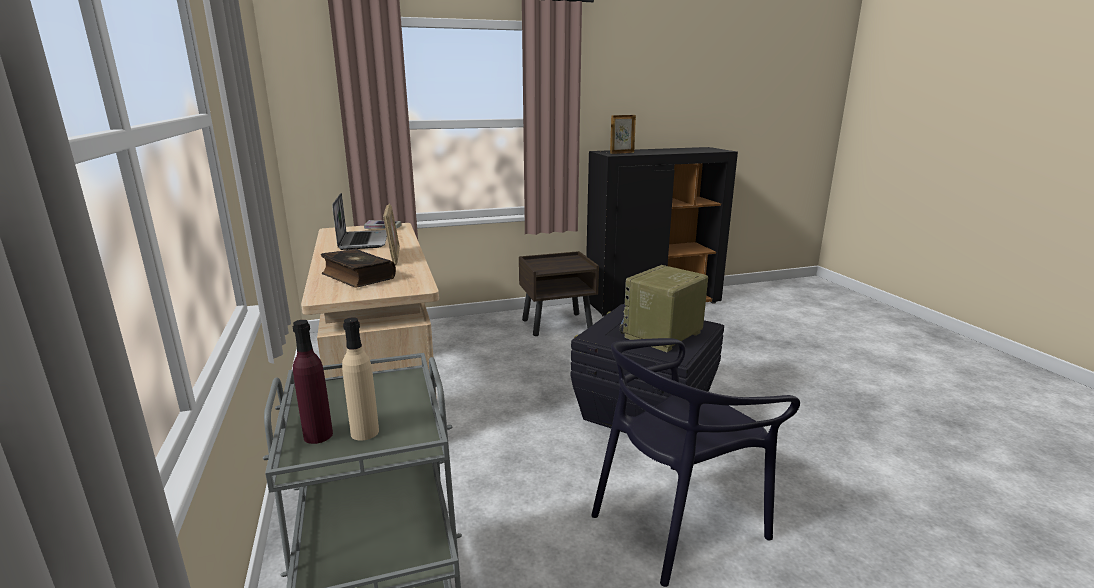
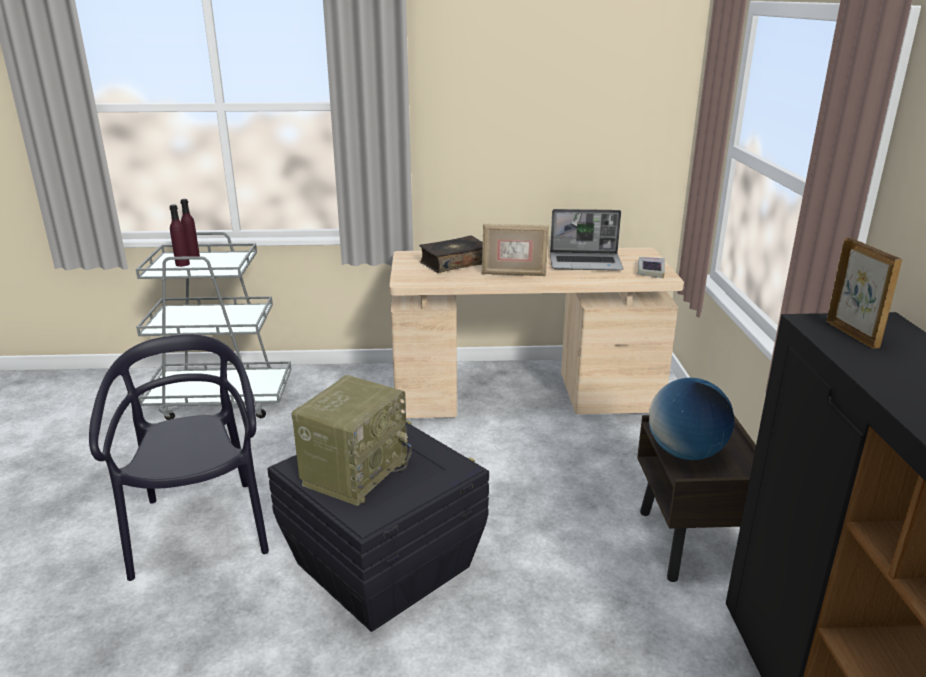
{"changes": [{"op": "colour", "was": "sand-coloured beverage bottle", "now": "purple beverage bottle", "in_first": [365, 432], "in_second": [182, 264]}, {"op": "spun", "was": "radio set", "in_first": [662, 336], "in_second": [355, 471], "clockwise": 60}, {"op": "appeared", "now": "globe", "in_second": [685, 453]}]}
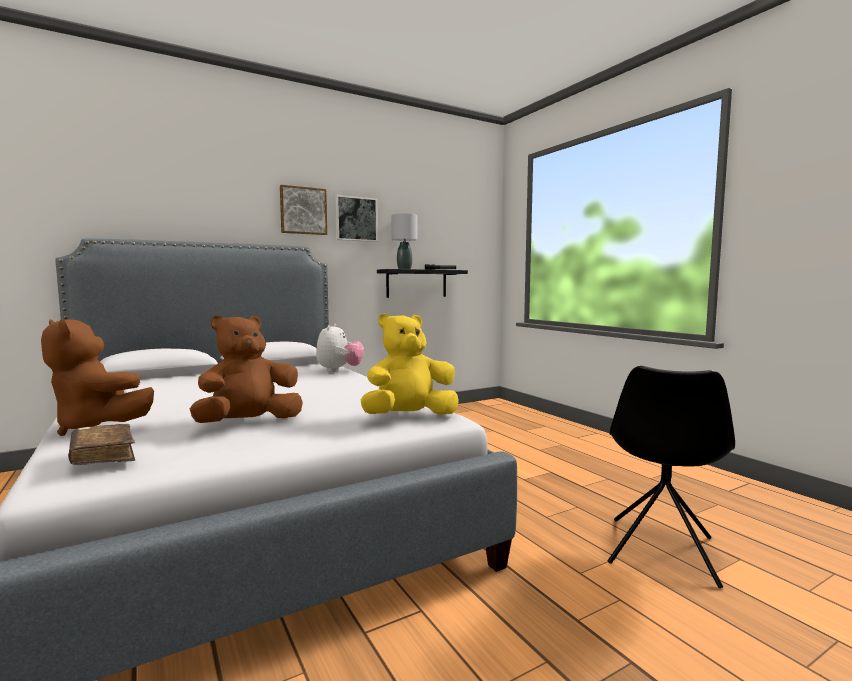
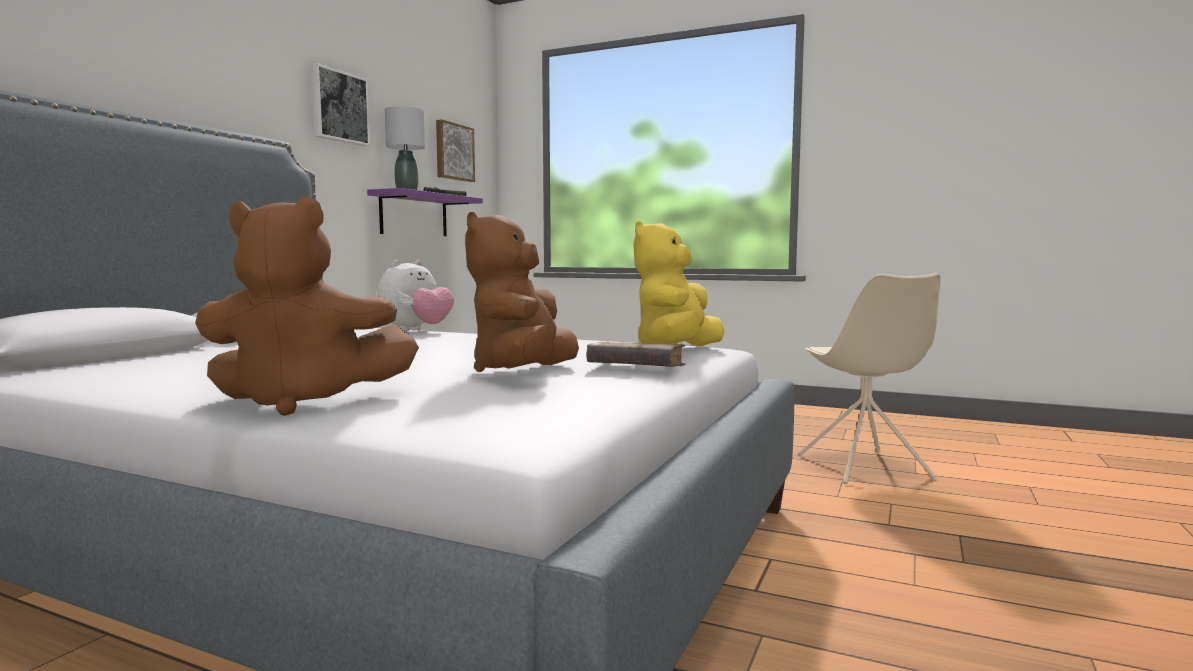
{"changes": [{"op": "colour", "was": "blackish bracket shelf", "now": "purple bracket shelf", "in_first": [416, 283], "in_second": [414, 215]}, {"op": "spun", "was": "plush toy", "in_first": [339, 370], "in_second": [416, 331], "clockwise": 60}, {"op": "relocated", "was": "wall picture", "in_first": [303, 211], "in_second": [453, 152]}, {"op": "relocated", "was": "brown-coloured book", "in_first": [103, 455], "in_second": [636, 368]}, {"op": "colour", "was": "blackish plain chair", "now": "sand-coloured plain chair", "in_first": [661, 551], "in_second": [864, 467]}]}
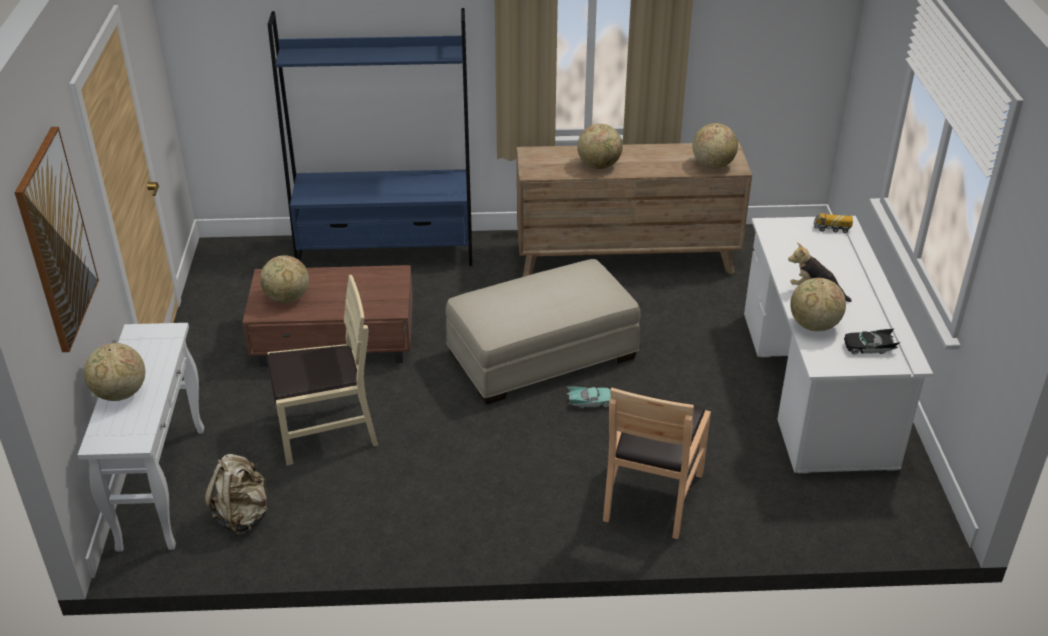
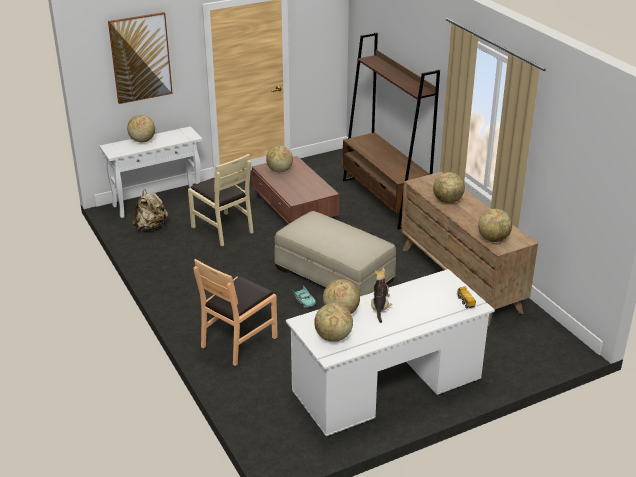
{"changes": [{"op": "spun", "was": "brown-coloured plain chair", "in_first": [651, 495], "in_second": [238, 341], "clockwise": -45}, {"op": "exchanged", "was": "blackish toy car", "now": "globe", "in_first": [869, 348], "in_second": [333, 337]}, {"op": "colour", "was": "bluish bookshelf", "now": "brown-coloured bookshelf", "in_first": [386, 252], "in_second": [384, 200]}]}
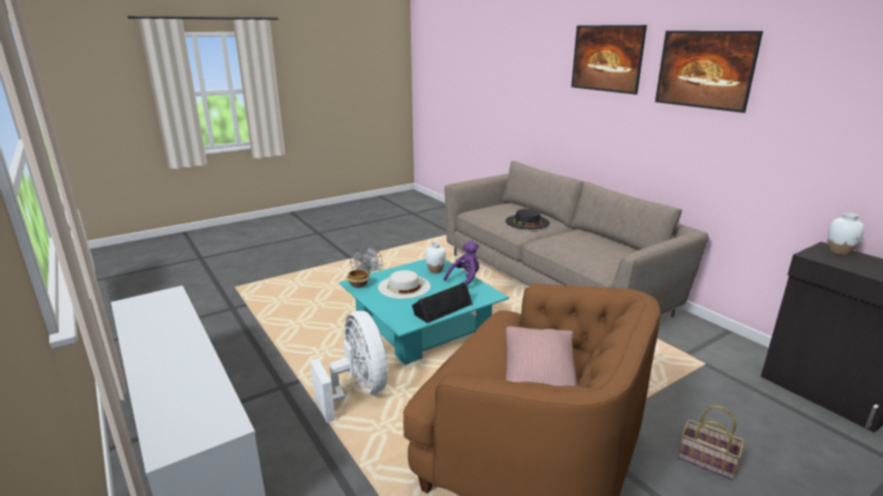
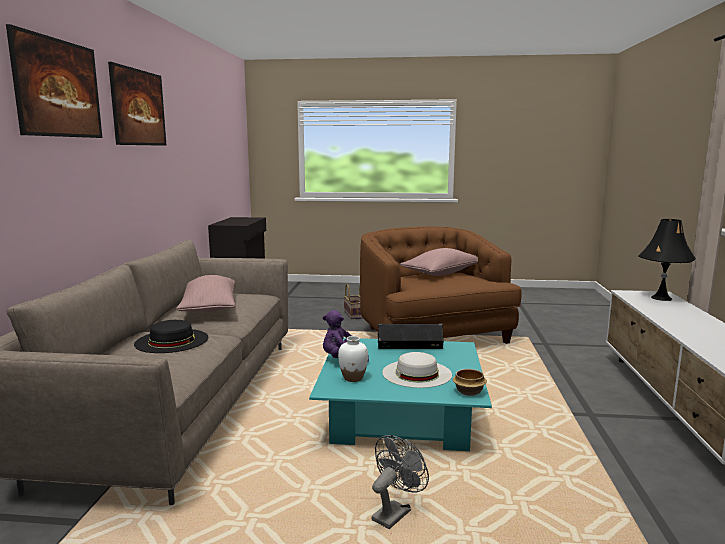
{"changes": [{"op": "appeared", "now": "pink pillow", "in_second": [209, 308]}, {"op": "appeared", "now": "blackish lamp for a table", "in_second": [661, 298]}, {"op": "missing", "was": "white-coloured cooling fan", "in_first": [358, 391]}, {"op": "missing", "was": "white-coloured vase", "in_first": [839, 252]}]}
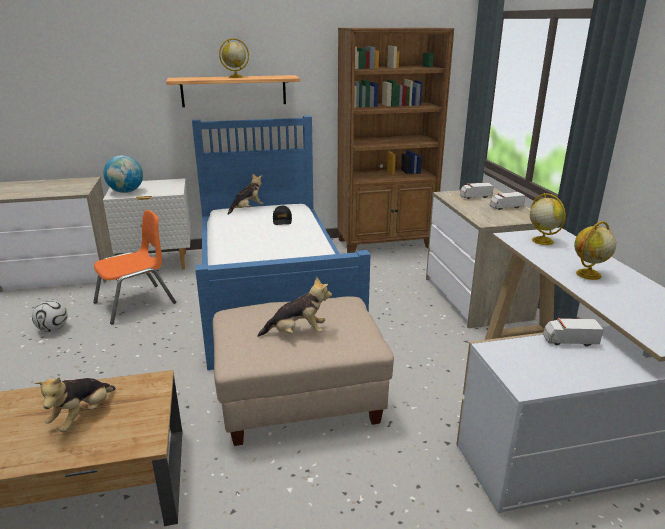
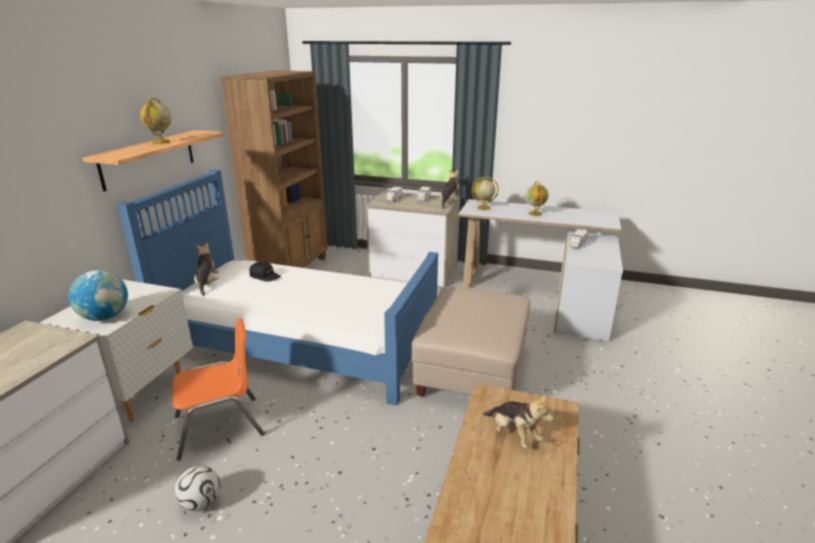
{"changes": [{"op": "spun", "was": "orange-coloured plain chair", "in_first": [136, 303], "in_second": [219, 426], "clockwise": 75}, {"op": "relocated", "was": "plush toy", "in_first": [297, 333], "in_second": [449, 202]}]}
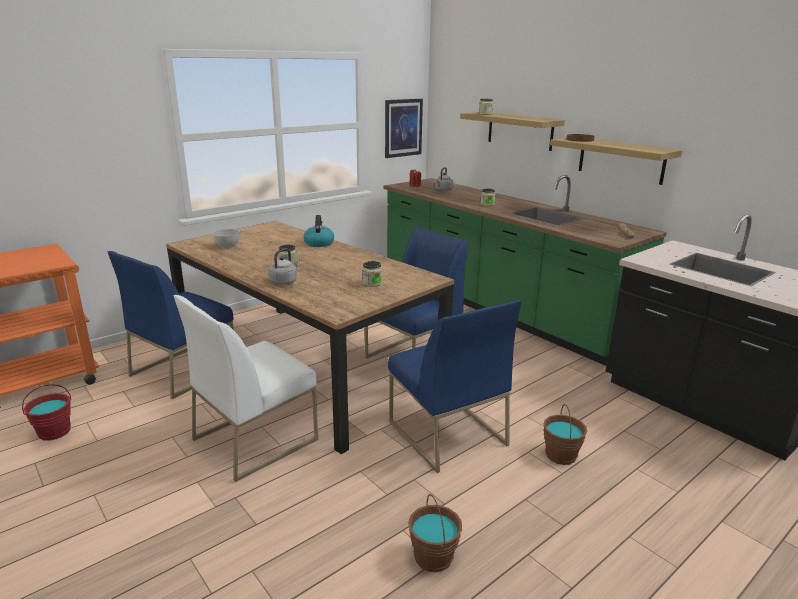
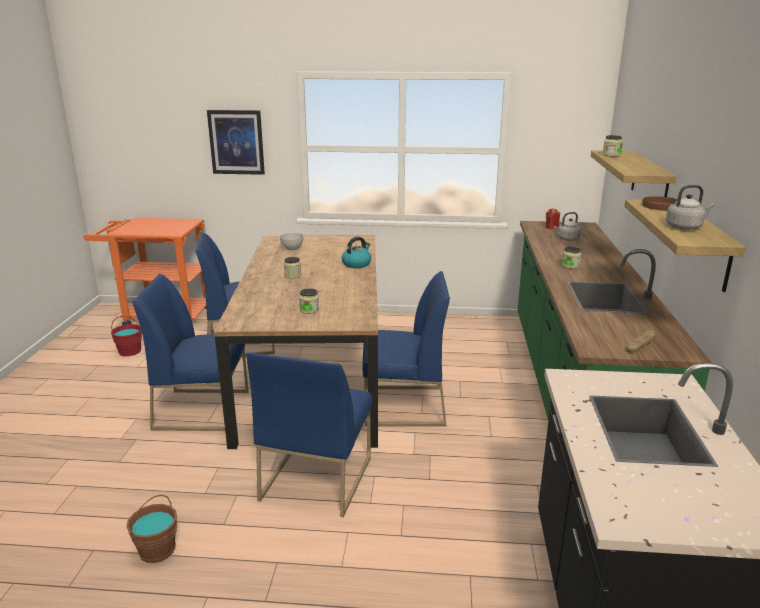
{"changes": [{"op": "colour", "was": "white-coloured plain chair", "now": "bluish plain chair", "in_first": [255, 438], "in_second": [203, 409]}, {"op": "relocated", "was": "wall picture", "in_first": [403, 128], "in_second": [236, 142]}, {"op": "relocated", "was": "grey water kettle", "in_first": [284, 281], "in_second": [685, 227]}, {"op": "missing", "was": "brown-coloured pail", "in_first": [561, 455]}]}
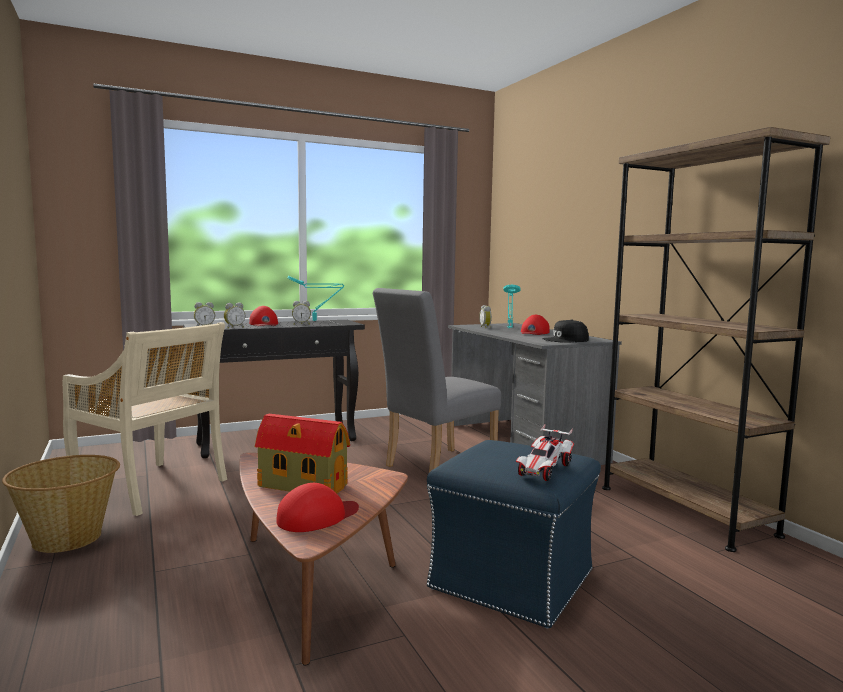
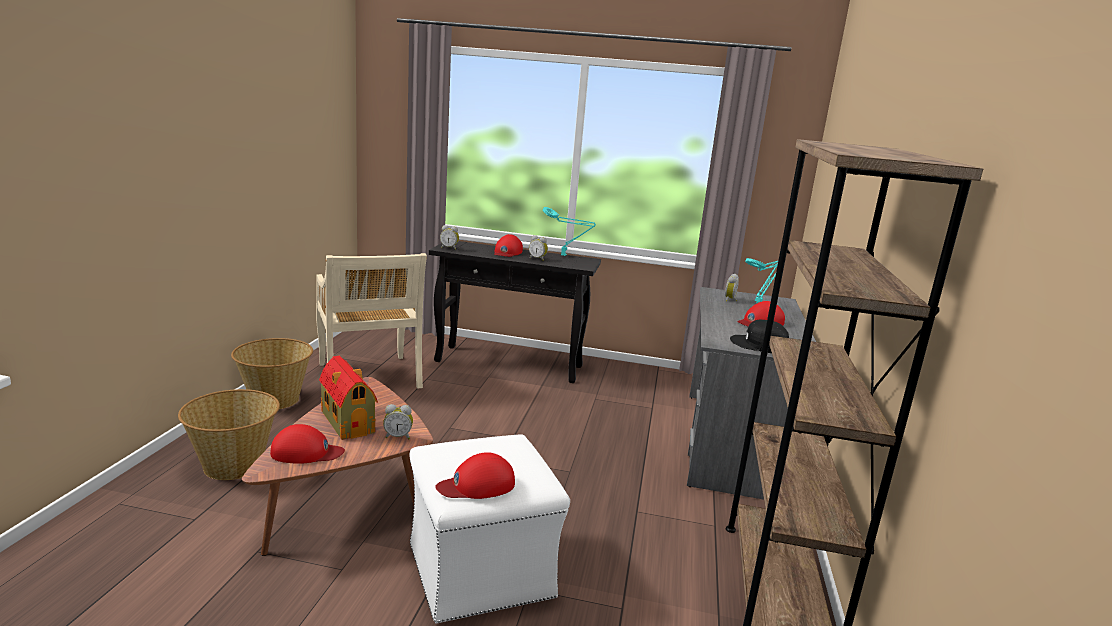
{"changes": [{"op": "appeared", "now": "household basket", "in_second": [234, 466]}, {"op": "relocated", "was": "bedside clock", "in_first": [234, 327], "in_second": [398, 436]}, {"op": "colour", "was": "bluish footrest", "now": "white-coloured footrest", "in_first": [513, 580], "in_second": [481, 571]}, {"op": "exchanged", "was": "toy car", "now": "red-coloured cap", "in_first": [544, 470], "in_second": [477, 485]}, {"op": "missing", "was": "grey plain chair", "in_first": [434, 467]}]}
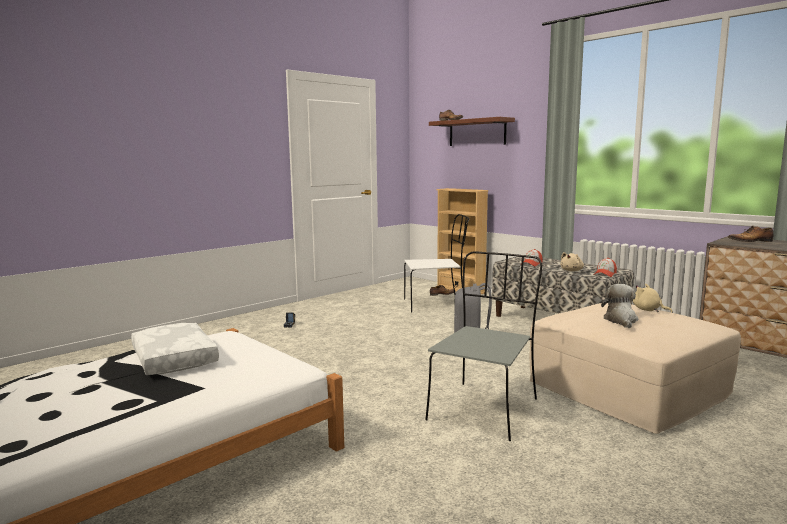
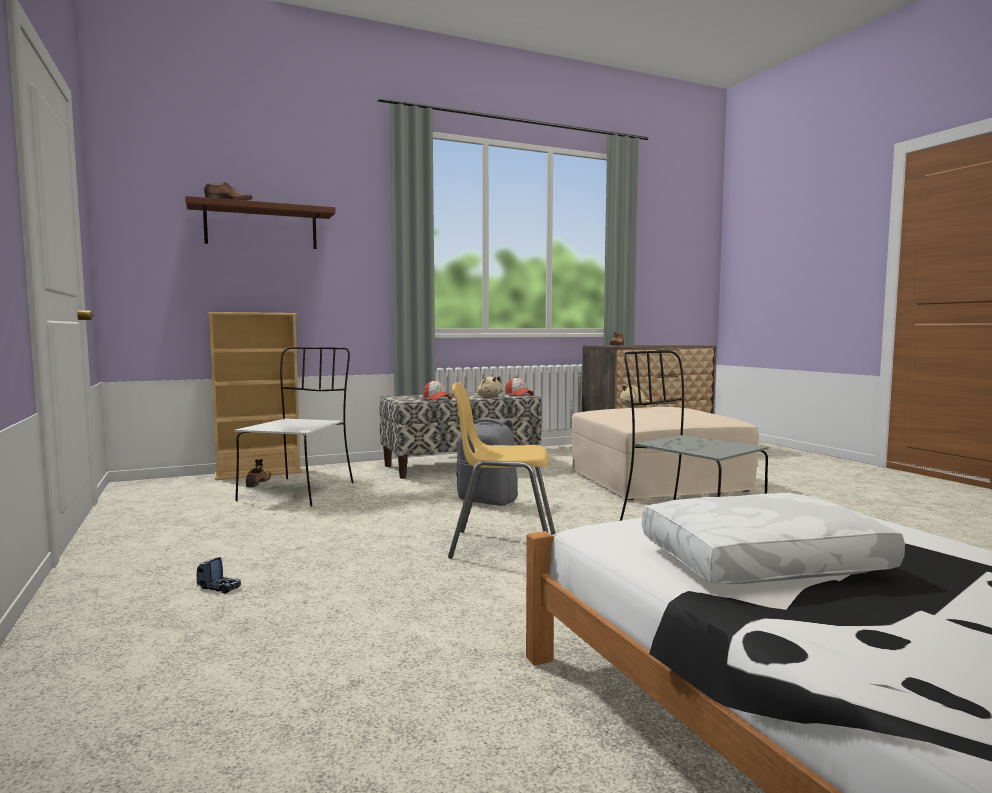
{"changes": [{"op": "appeared", "now": "yellow-coloured plain chair", "in_second": [502, 545]}, {"op": "missing", "was": "plush toy", "in_first": [621, 320]}]}
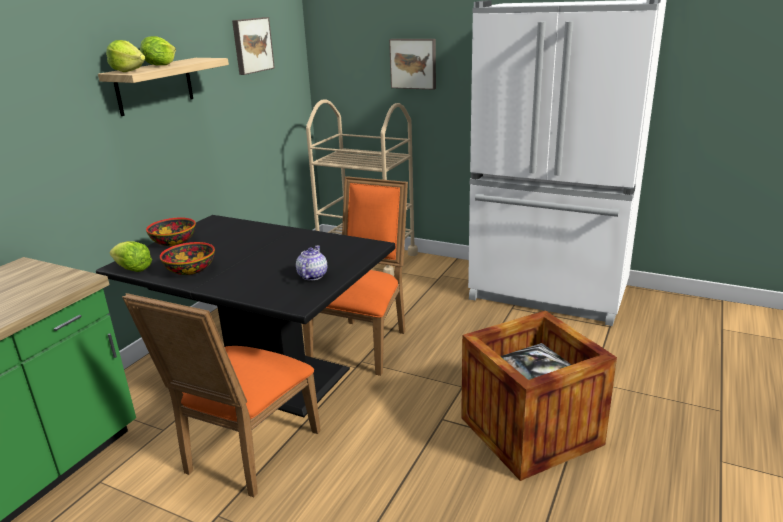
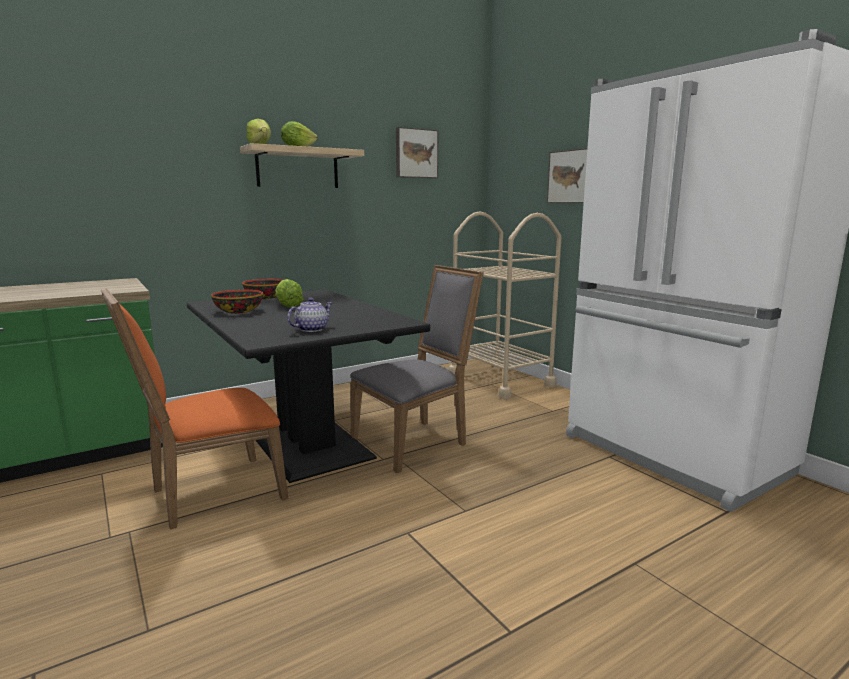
{"changes": [{"op": "relocated", "was": "lettuce", "in_first": [132, 269], "in_second": [288, 306]}, {"op": "colour", "was": "orange-coloured plain chair", "now": "grey plain chair", "in_first": [363, 342], "in_second": [415, 442]}, {"op": "missing", "was": "packing crate", "in_first": [530, 431]}]}
